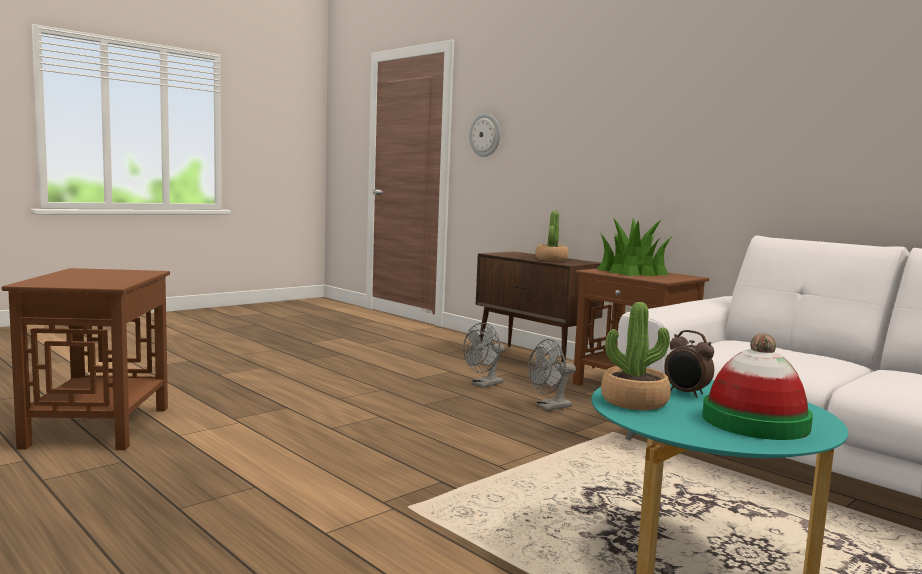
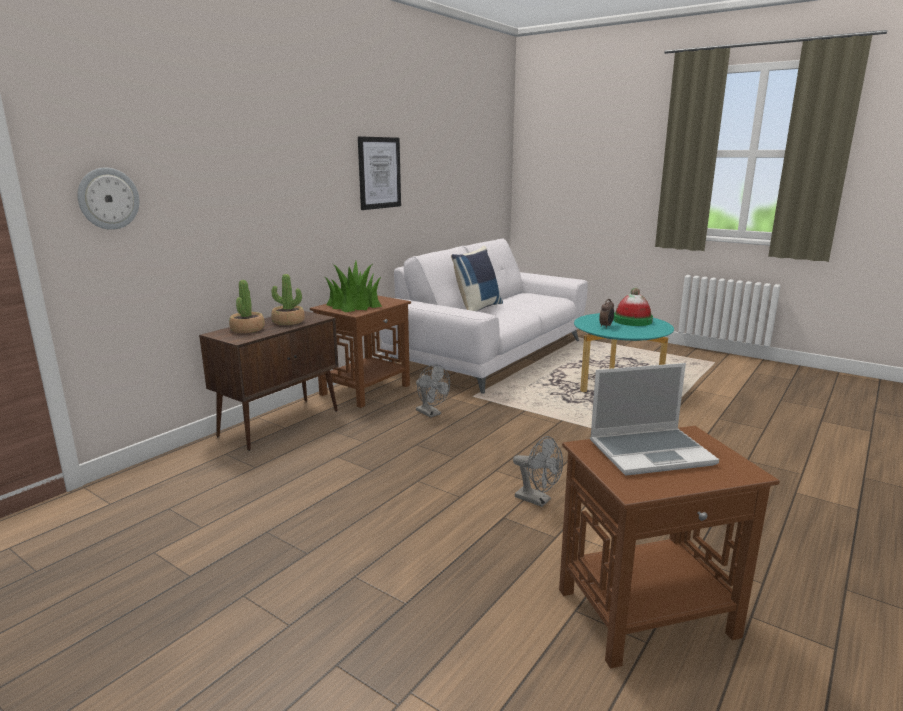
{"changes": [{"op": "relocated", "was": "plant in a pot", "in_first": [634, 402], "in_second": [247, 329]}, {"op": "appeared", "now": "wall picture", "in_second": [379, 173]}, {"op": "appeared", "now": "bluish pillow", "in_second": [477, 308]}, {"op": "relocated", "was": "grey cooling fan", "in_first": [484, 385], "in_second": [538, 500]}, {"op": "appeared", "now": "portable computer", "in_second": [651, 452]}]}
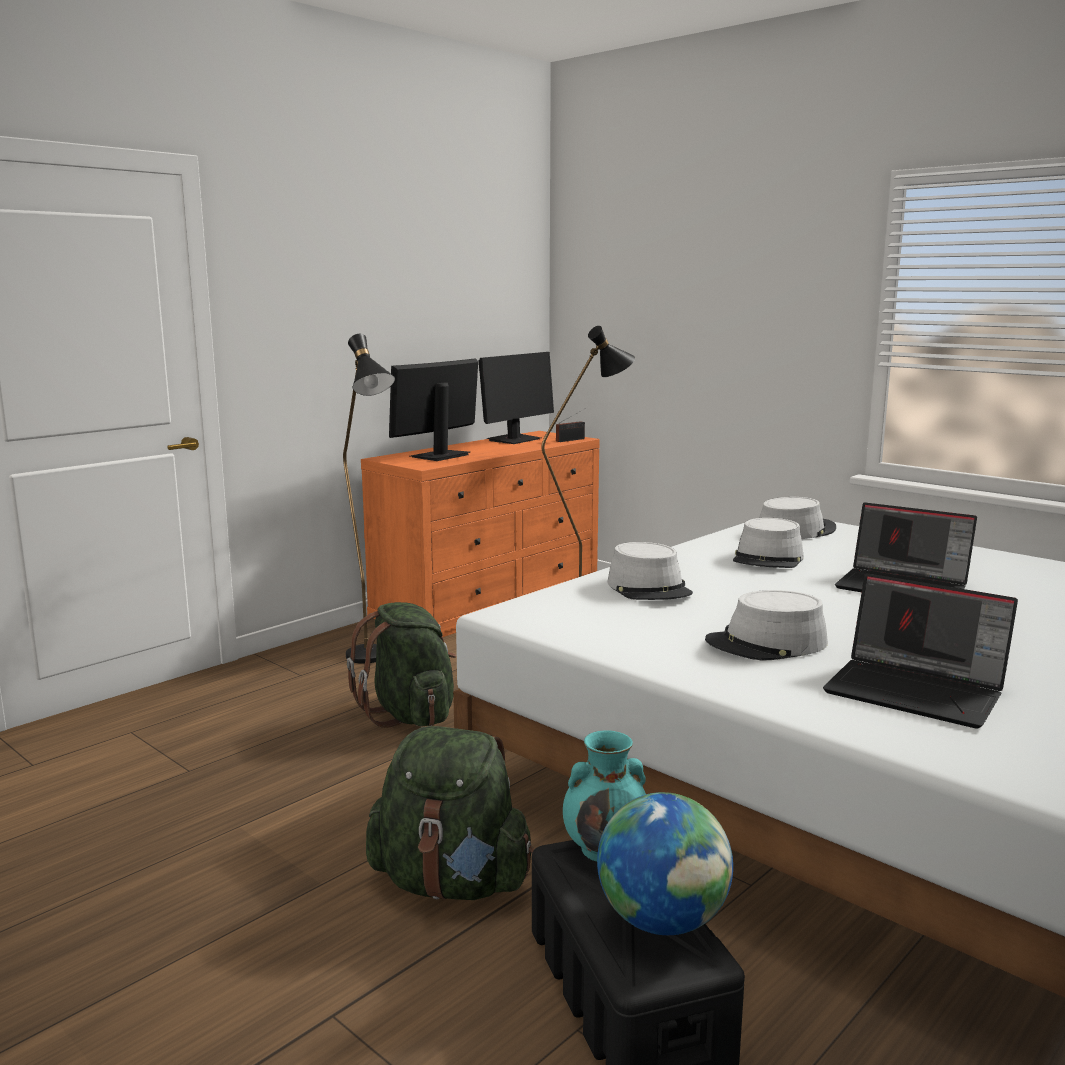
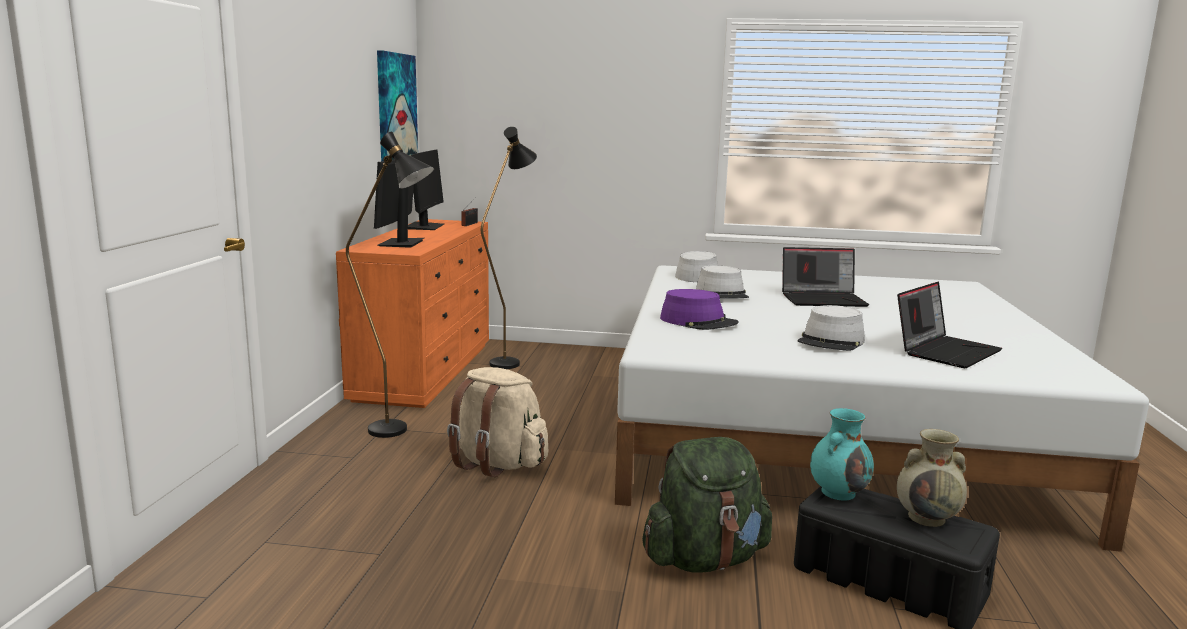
{"changes": [{"op": "appeared", "now": "wall picture", "in_second": [396, 108]}, {"op": "colour", "was": "greenish knapsack", "now": "sand-coloured knapsack", "in_first": [410, 715], "in_second": [497, 464]}, {"op": "colour", "was": "grey wearable hat", "now": "purple wearable hat", "in_first": [649, 588], "in_second": [698, 322]}, {"op": "spun", "was": "portable computer", "in_first": [917, 691], "in_second": [946, 351], "clockwise": -45}, {"op": "exchanged", "was": "globe", "now": "sand-coloured vase", "in_first": [662, 921], "in_second": [927, 518]}]}
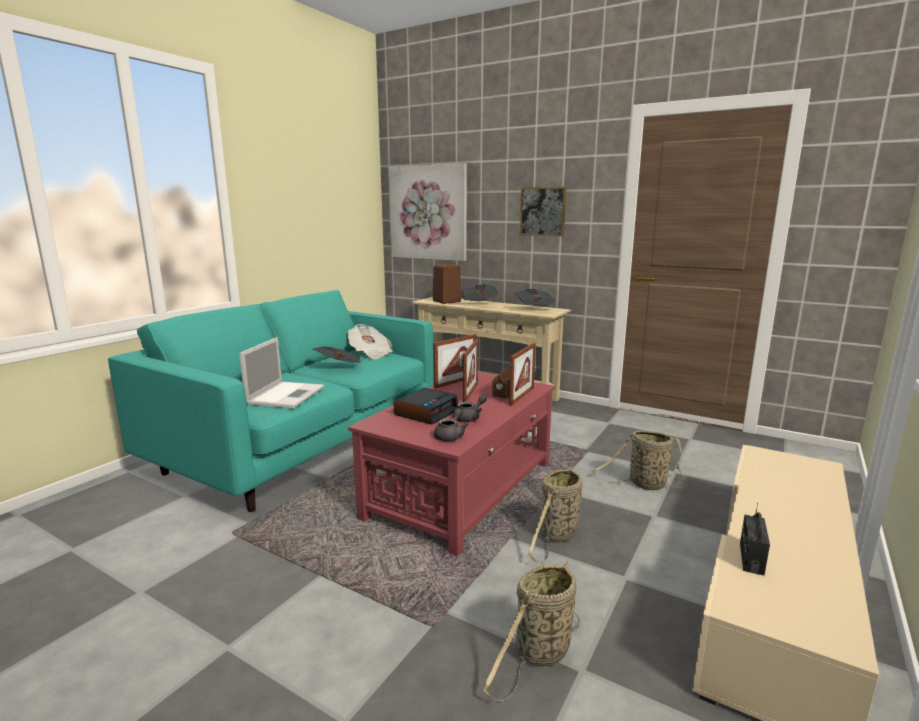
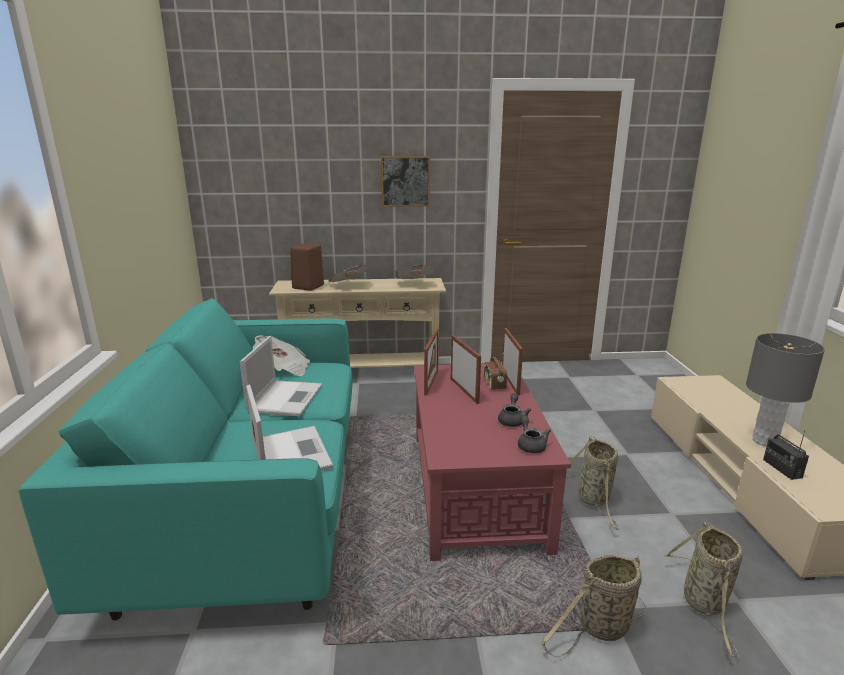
{"changes": [{"op": "exchanged", "was": "printed paper", "now": "portable computer", "in_first": [340, 368], "in_second": [286, 398]}, {"op": "relocated", "was": "household basket", "in_first": [644, 484], "in_second": [600, 629]}, {"op": "appeared", "now": "grey lamp for a table", "in_second": [765, 441]}, {"op": "missing", "was": "wall picture", "in_first": [428, 213]}, {"op": "missing", "was": "bedside clock", "in_first": [426, 412]}]}
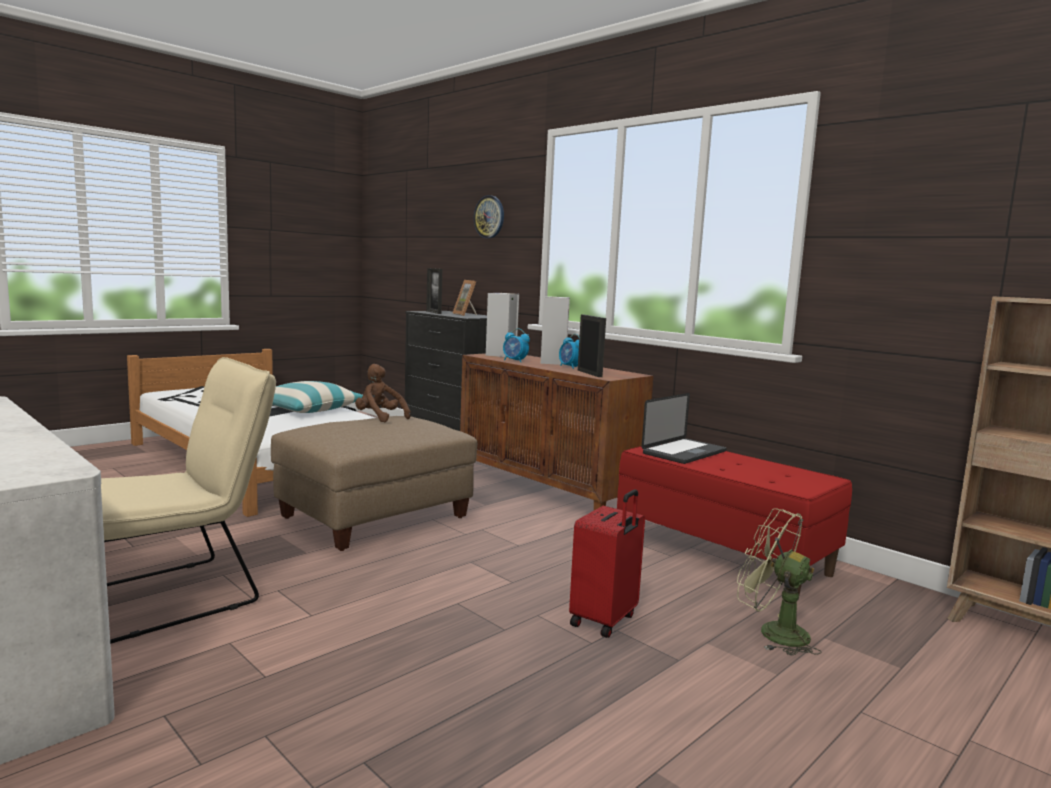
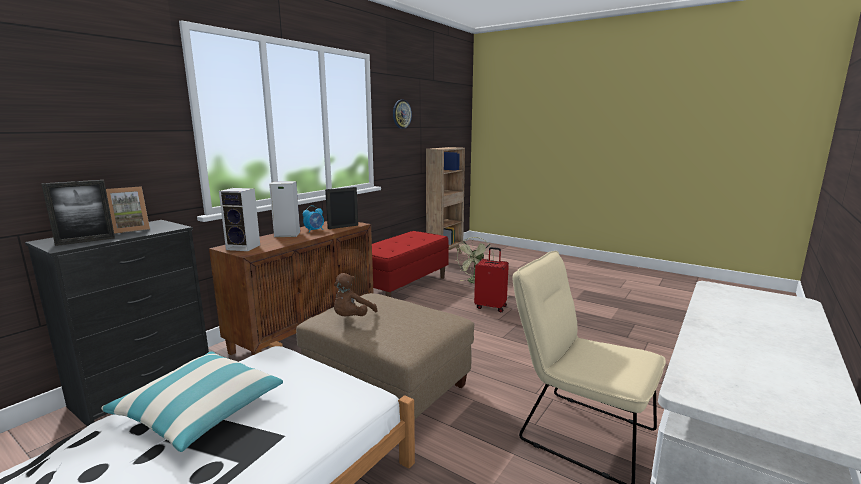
{"changes": [{"op": "relocated", "was": "hanging clock", "in_first": [489, 217], "in_second": [401, 114]}, {"op": "missing", "was": "bedside clock", "in_first": [515, 361]}, {"op": "missing", "was": "portable computer", "in_first": [684, 452]}]}
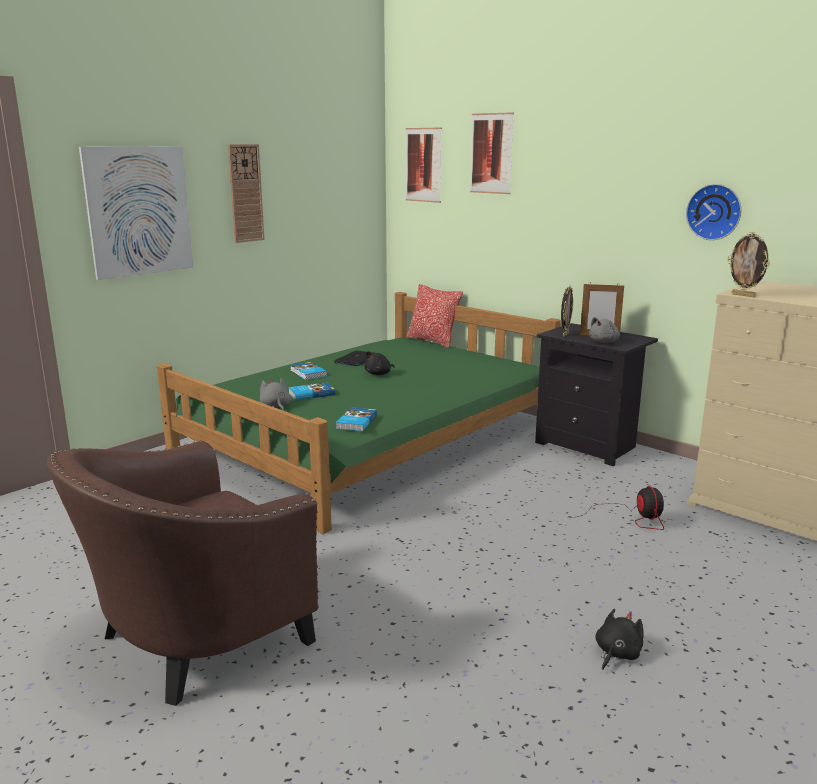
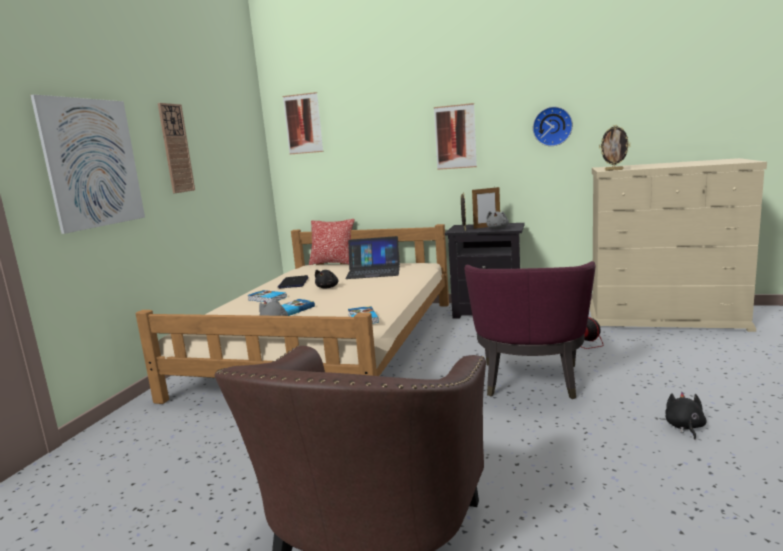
{"changes": [{"op": "colour", "was": "greenish sleeping bed", "now": "sand-coloured sleeping bed", "in_first": [370, 439], "in_second": [329, 345]}, {"op": "appeared", "now": "portable computer", "in_second": [373, 271]}, {"op": "relocated", "was": "wall picture", "in_first": [491, 153], "in_second": [455, 137]}, {"op": "appeared", "now": "purple easy chair", "in_second": [530, 382]}]}
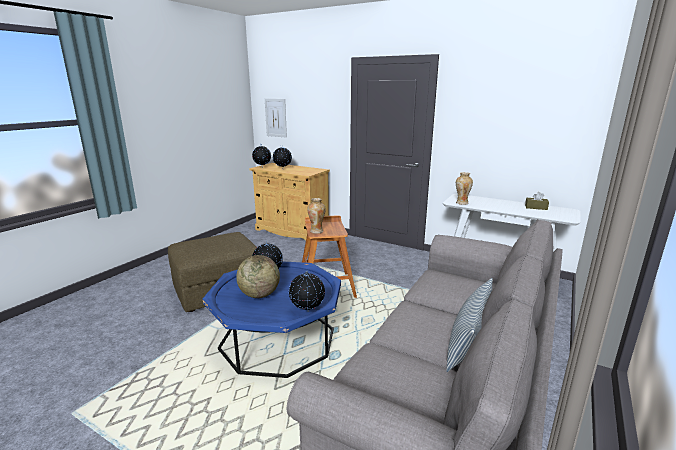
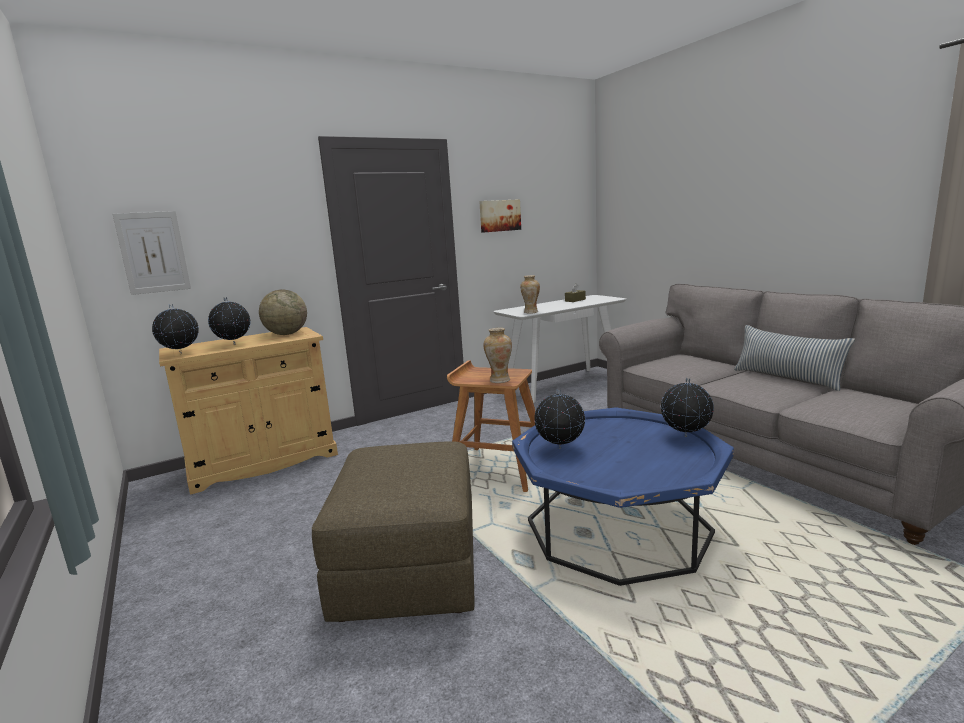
{"changes": [{"op": "relocated", "was": "globe", "in_first": [259, 295], "in_second": [286, 334]}, {"op": "appeared", "now": "wall picture", "in_second": [499, 215]}]}
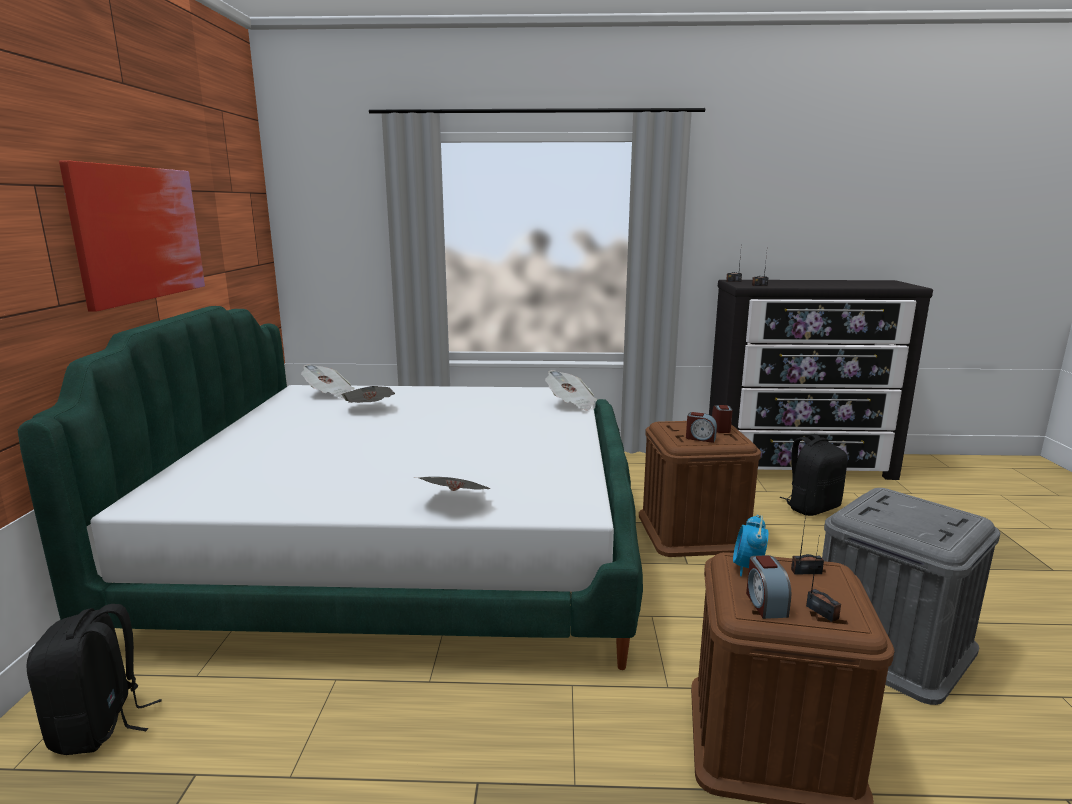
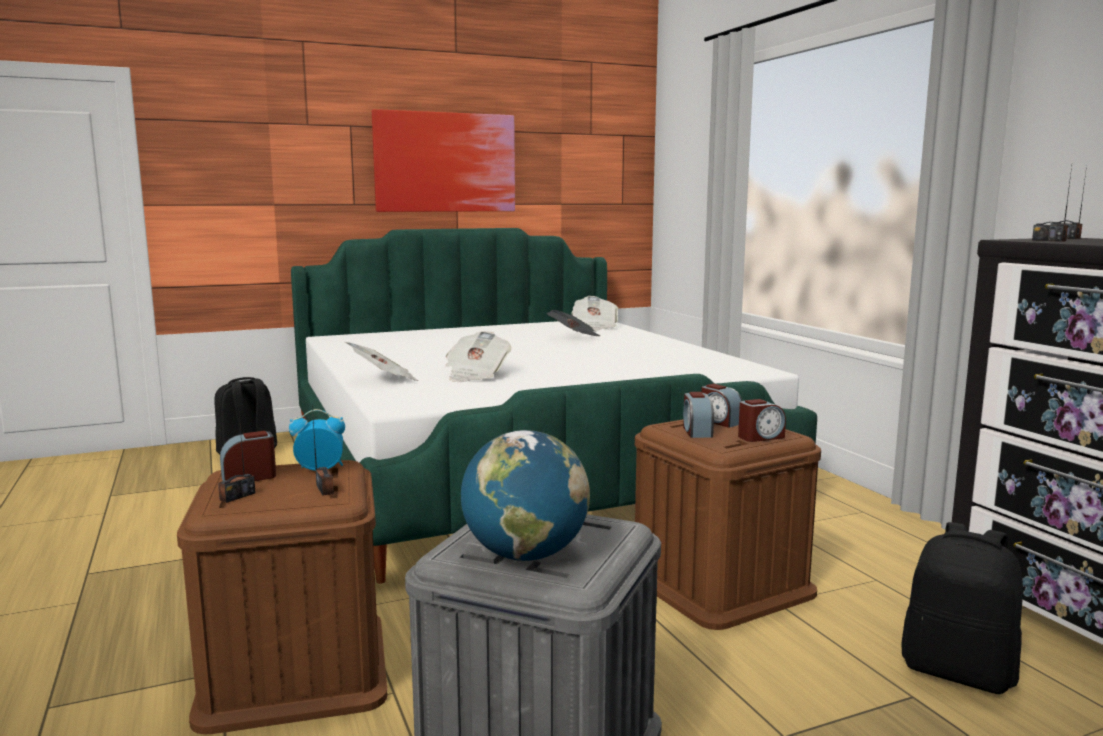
{"changes": [{"op": "relocated", "was": "printed paper", "in_first": [571, 404], "in_second": [475, 375]}, {"op": "appeared", "now": "globe", "in_second": [525, 554]}, {"op": "appeared", "now": "bedside clock", "in_second": [719, 421]}]}
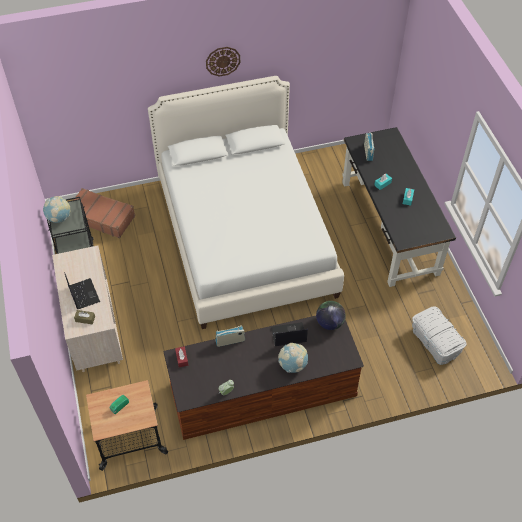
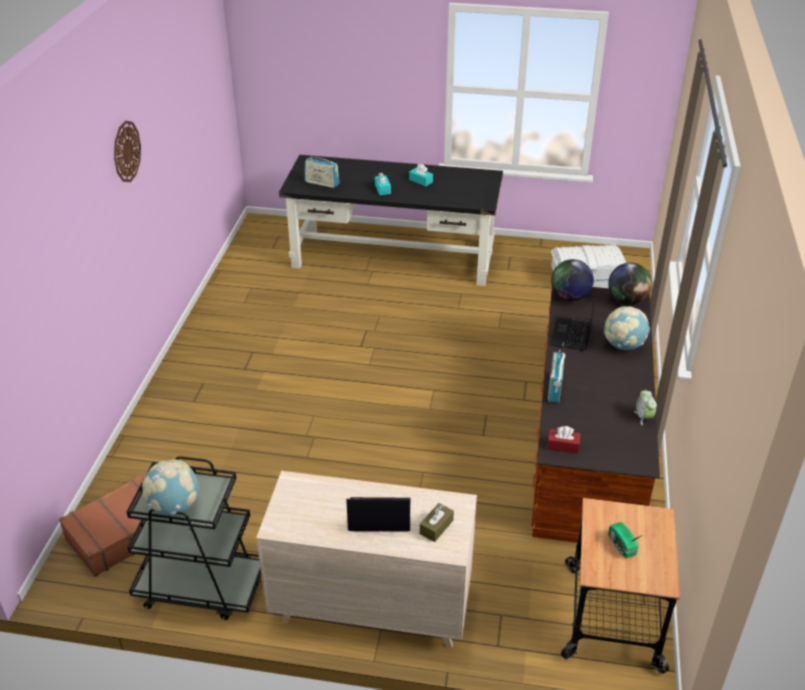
{"changes": [{"op": "appeared", "now": "globe", "in_second": [626, 300]}, {"op": "missing", "was": "white-coloured sleeping bed", "in_first": [245, 236]}]}
